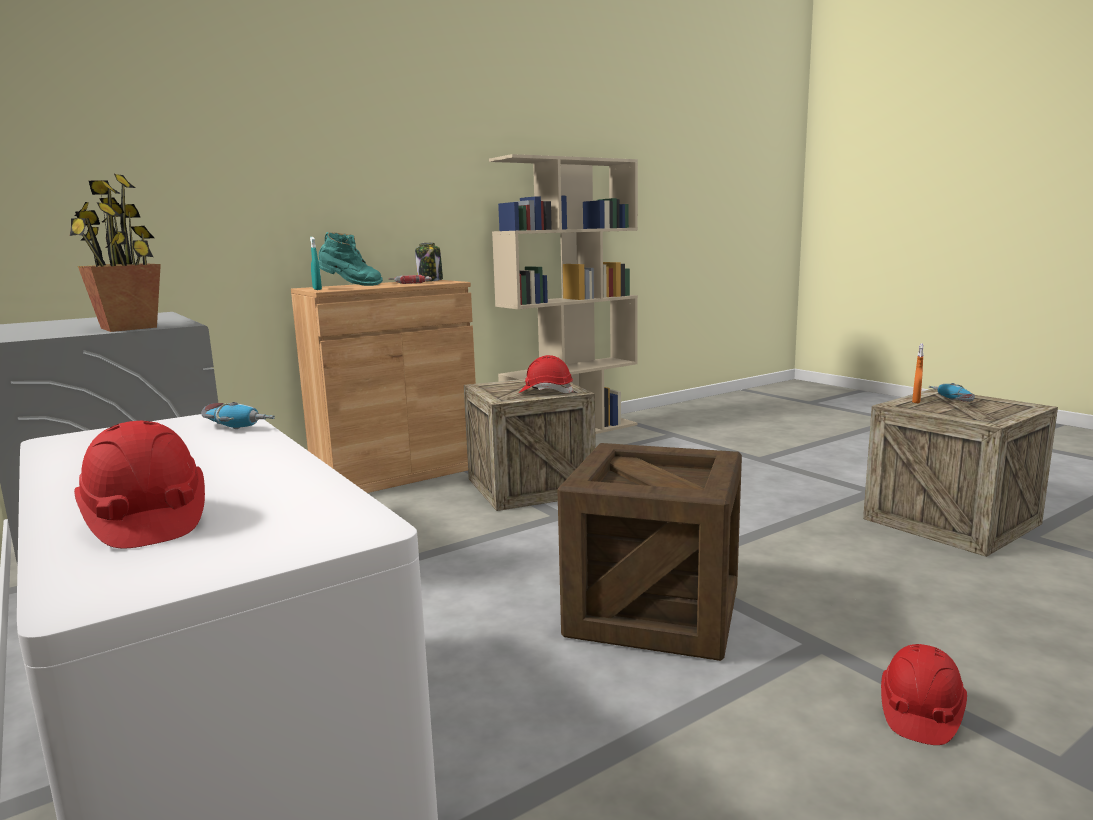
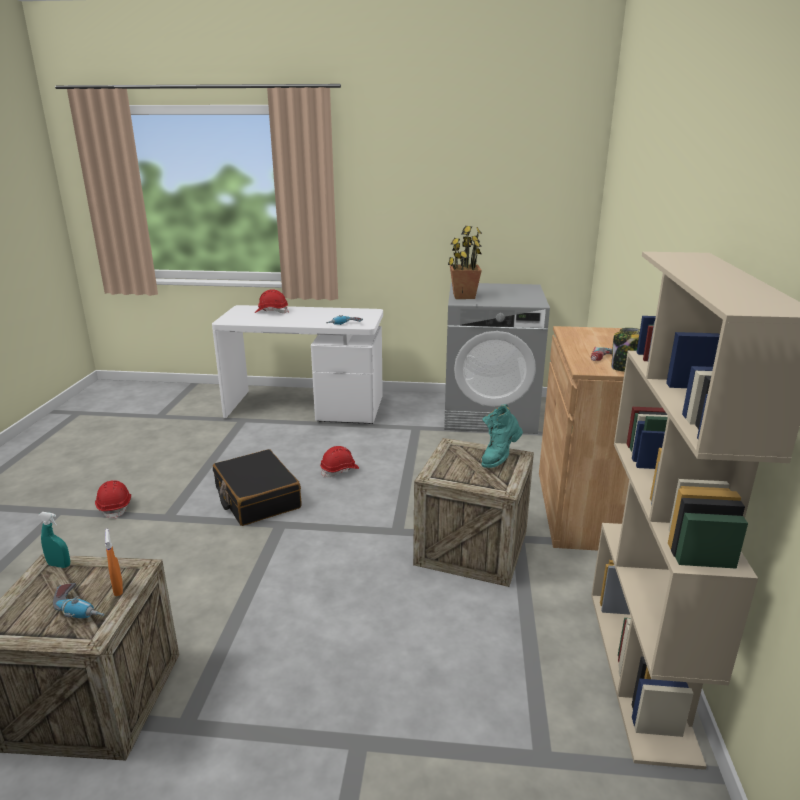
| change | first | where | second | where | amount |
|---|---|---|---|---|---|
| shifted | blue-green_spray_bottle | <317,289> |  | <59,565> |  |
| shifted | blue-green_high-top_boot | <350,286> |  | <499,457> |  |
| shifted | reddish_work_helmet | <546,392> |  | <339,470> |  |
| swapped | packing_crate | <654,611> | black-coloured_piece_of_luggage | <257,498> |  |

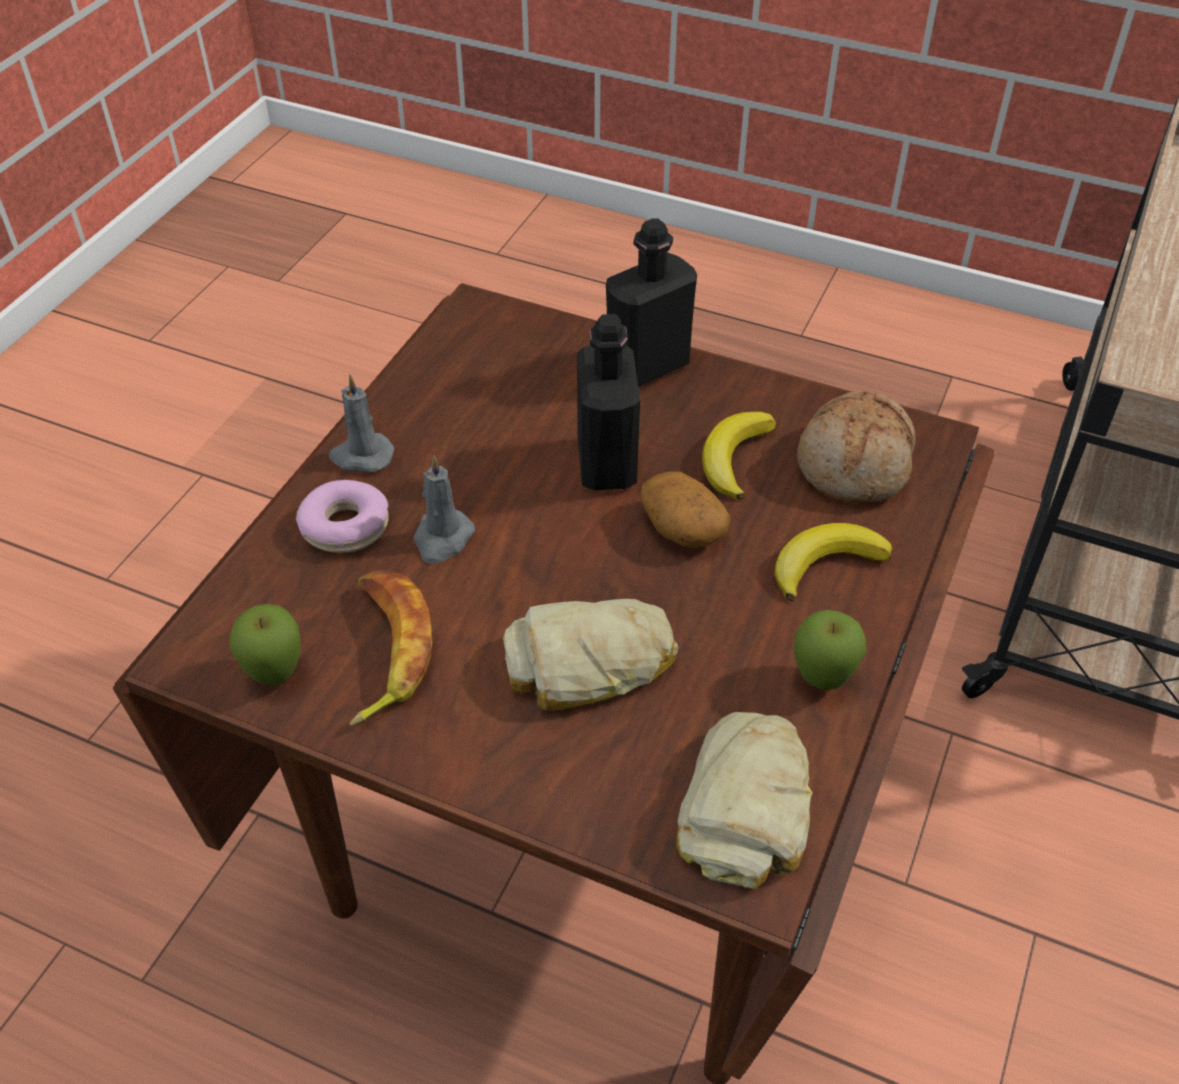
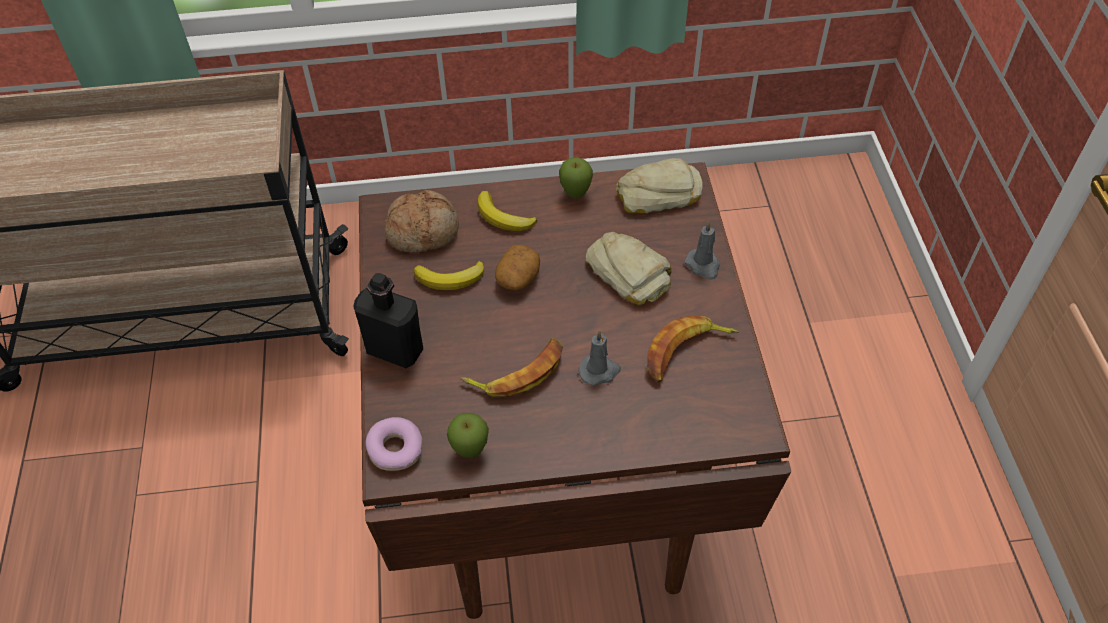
| change | first | where | second | where | amount |
|---|---|---|---|---|---|
| gone | black-coloured_bottle | <606,464> |  |  |  |
| new |  |  | banana | <518,372> |  |
| shifted | apple_fruit | <276,676> |  | <470,451> |  |
| shifted | ring_doughnut | <345,526> |  | <395,449> |  |
| shifted | grey_wax_light | <361,456> |  | <703,265> |  |

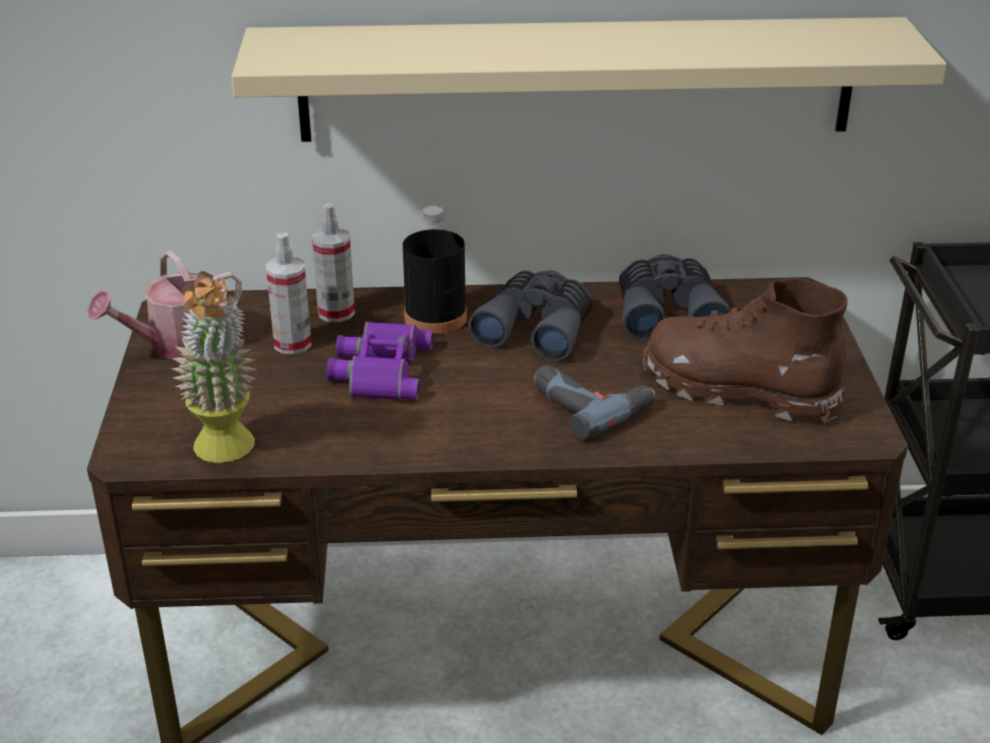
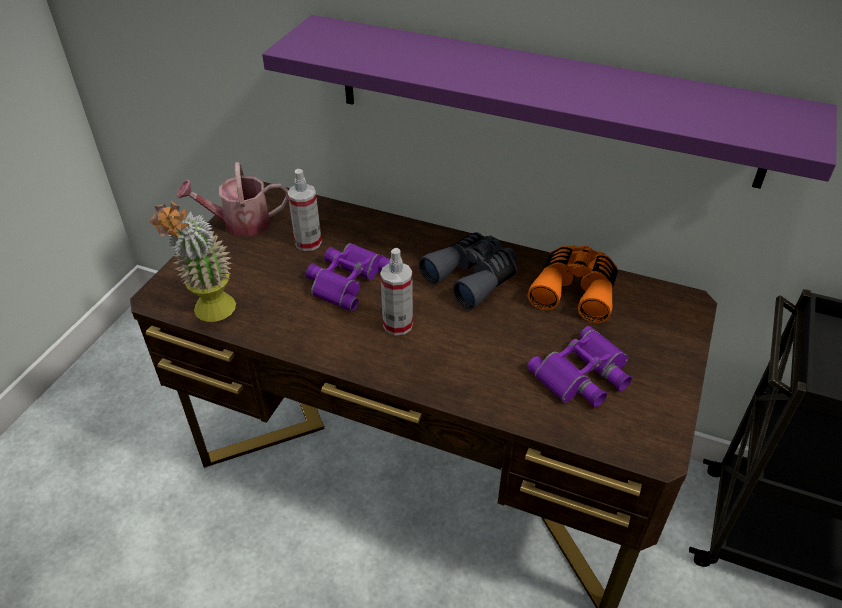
| change | first | where | second | where | amount |
|---|---|---|---|---|---|
| gone | black-coloured_bottle | <435,318> |  |  |  |
| gone | electric_drill | <590,403> |  |  |  |
| shifted | spray_bottle | <336,312> |  | <397,324> |  |
| swapped | brownish_high-top_boot | <739,389> | purple_pair_of_binoculars | <584,375> |  |
| repainted | sand-coloured_shelf | <577,79> | purple_shelf | <543,100> |  |
| repainted | grey_pair_of_binoculars | <667,311> | orange-coloured_pair_of_binoculars | <575,290> |  |

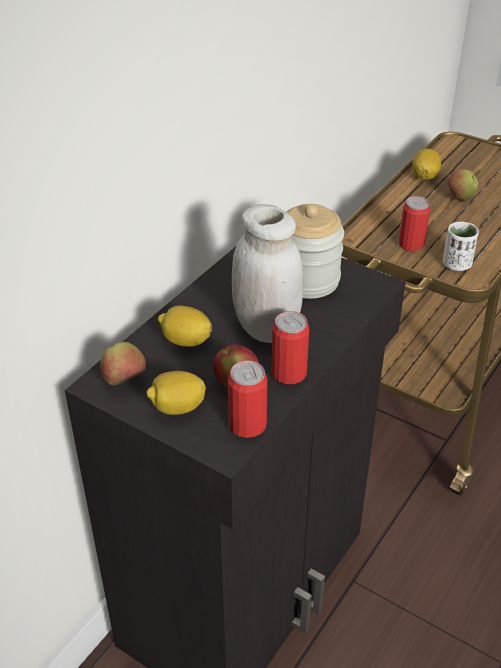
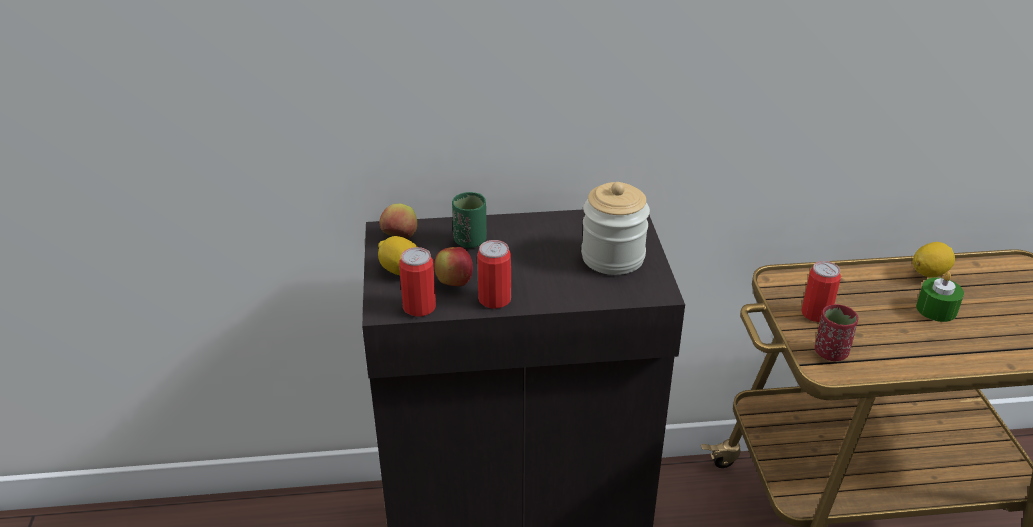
| change | first | where | second | where | amount |
|---|---|---|---|---|---|
| gone | white_storage_jar | <266,328> |  |  |  |
| swapped | citrus_fruit | <186,341> | green-coloured_cup | <470,241> |  |
| swapped | apple_fruit | <460,198> | green-coloured_wax_light | <936,309> |  |
| repainted | white_cup | <456,264> | reddish_cup | <830,352> |  |

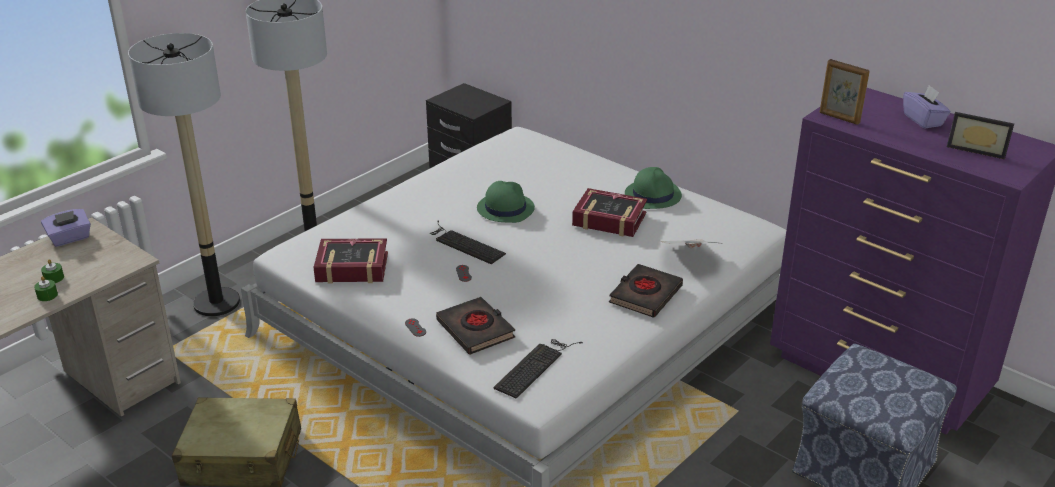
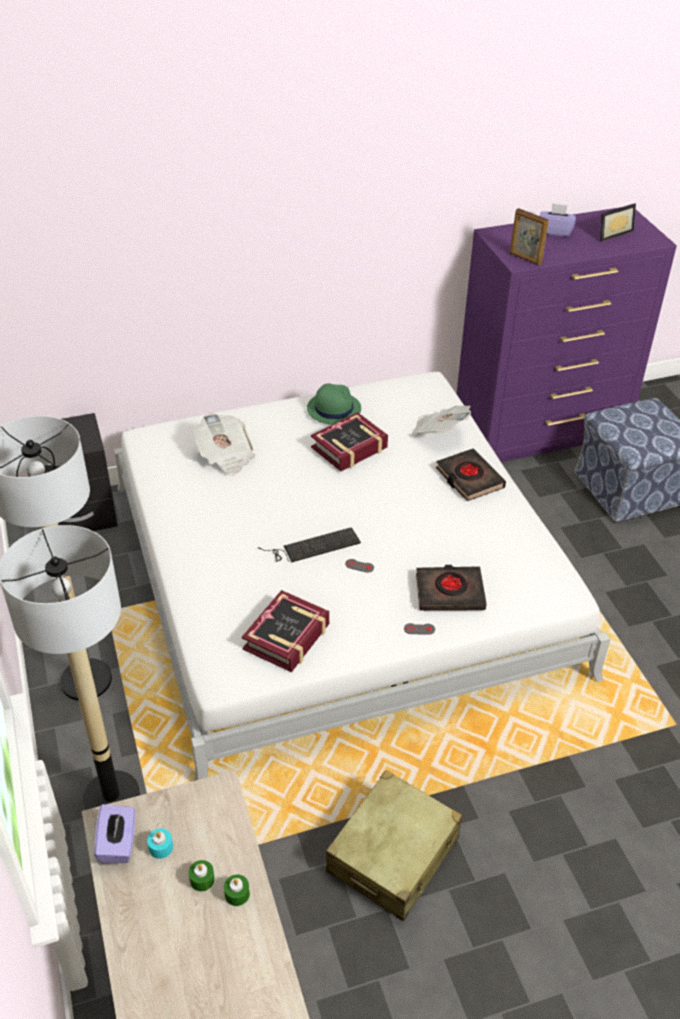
| change | first | where | second | where | amount |
|---|---|---|---|---|---|
| gone | green-coloured_wearable_hat | <505,208> |  |  |  |
| gone | computer_keyboard | <535,366> |  |  |  |
| new |  |  | blue-green_wax_light | <161,847> |  |
| new |  |  | printed_paper | <225,456> |  |
| rotated | standing_frame | <839,118> |  | <525,259> | 60 degrees clockwise |

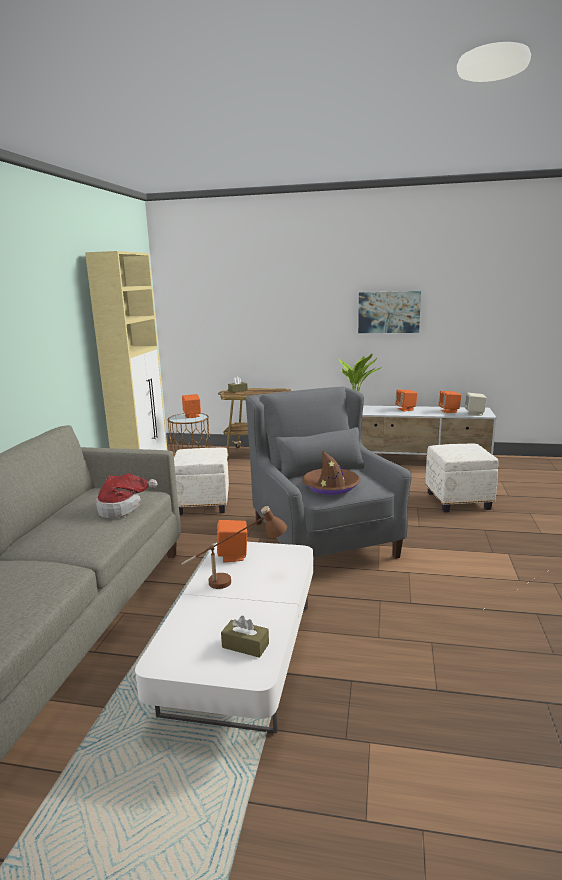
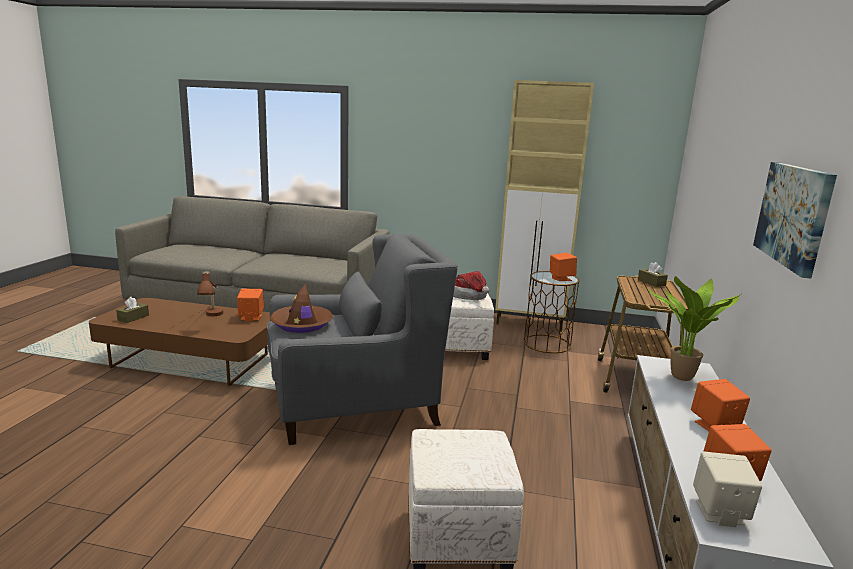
| change | first | where | second | where | amount |
|---|---|---|---|---|---|
| shifted | wearable_hat | <122,507> |  | <470,296> |  |
| repainted | white_coffee_table | <242,656> | brownish_coffee_table | <191,361> |  |

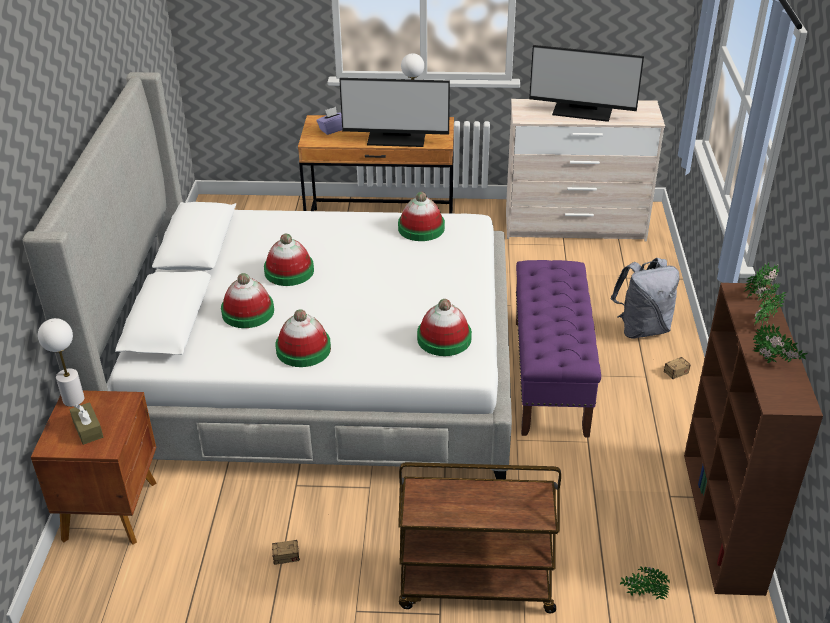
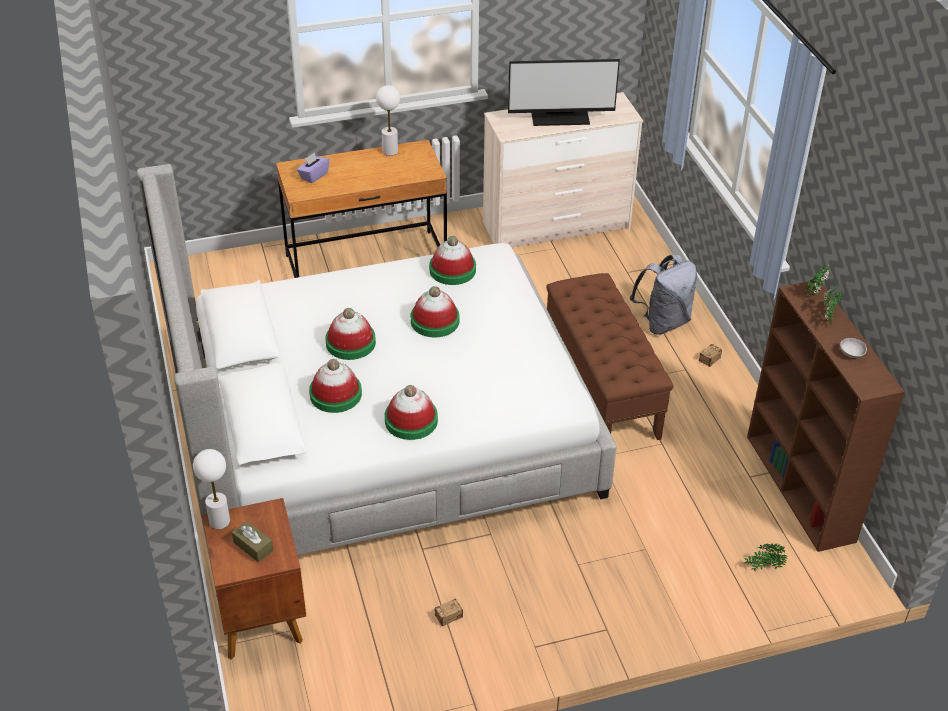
| change | first | where | second | where | amount |
|---|---|---|---|---|---|
| gone | computer_screen | <396,139> |  |  |  |
| gone | brownish_trolley | <475,586> |  |  |  |
| shifted | wearable_hat | <444,338> |  | <435,321> |  |
| swapped | plant_in_a_pot | <774,363> | grey_bowl | <851,353> |  |
| repainted | purple_long_seat | <549,375> | brownish_long_seat | <601,387> |  |

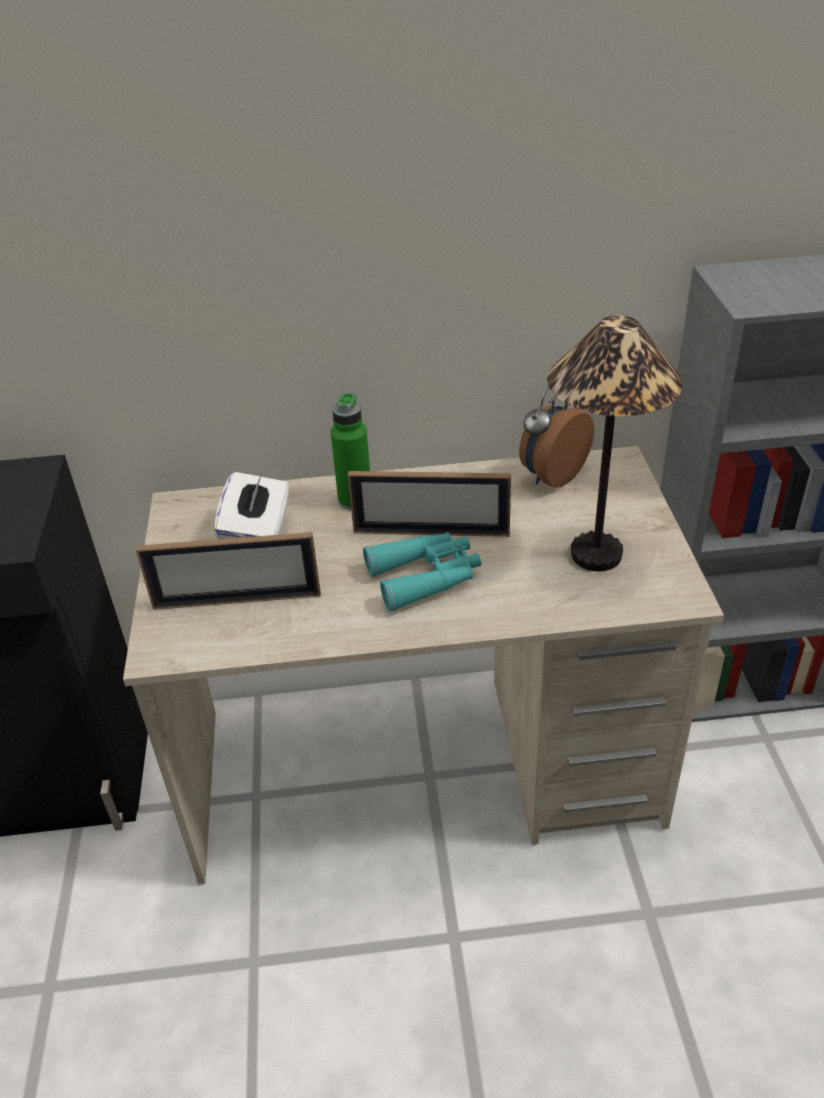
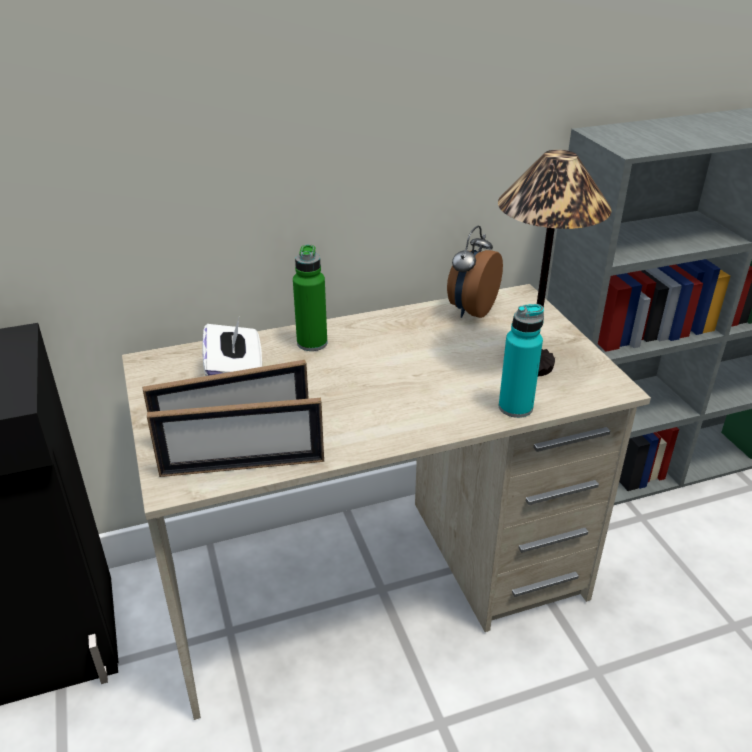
| change | first | where | second | where | amount |
|---|---|---|---|---|---|
| gone | blue-green_pair_of_binoculars | <425,577> |  |  |  |
| new |  |  | blue-green_bottle | <515,407> |  |
| shifted | standing_frame | <431,533> |  | <242,467> |  |

